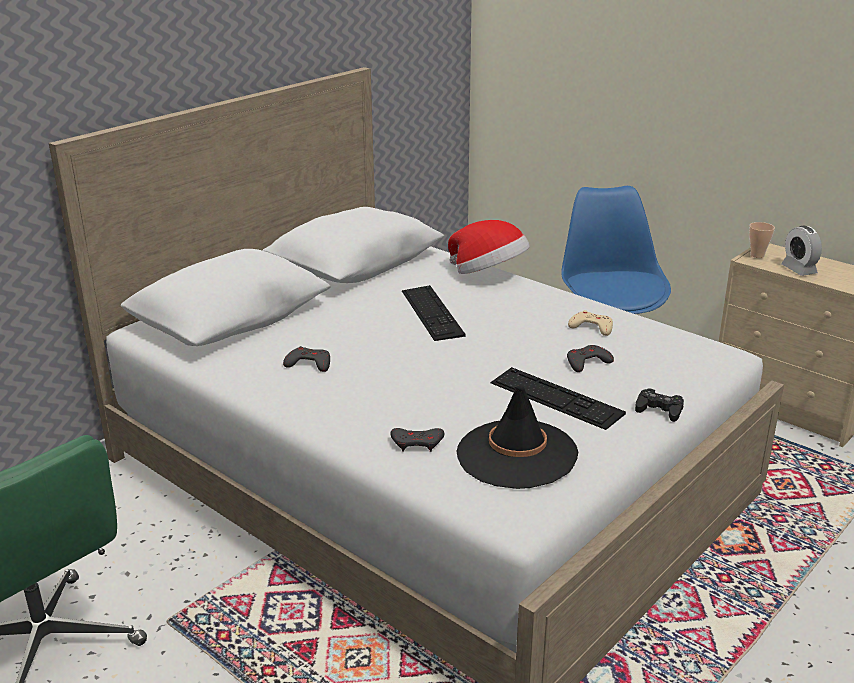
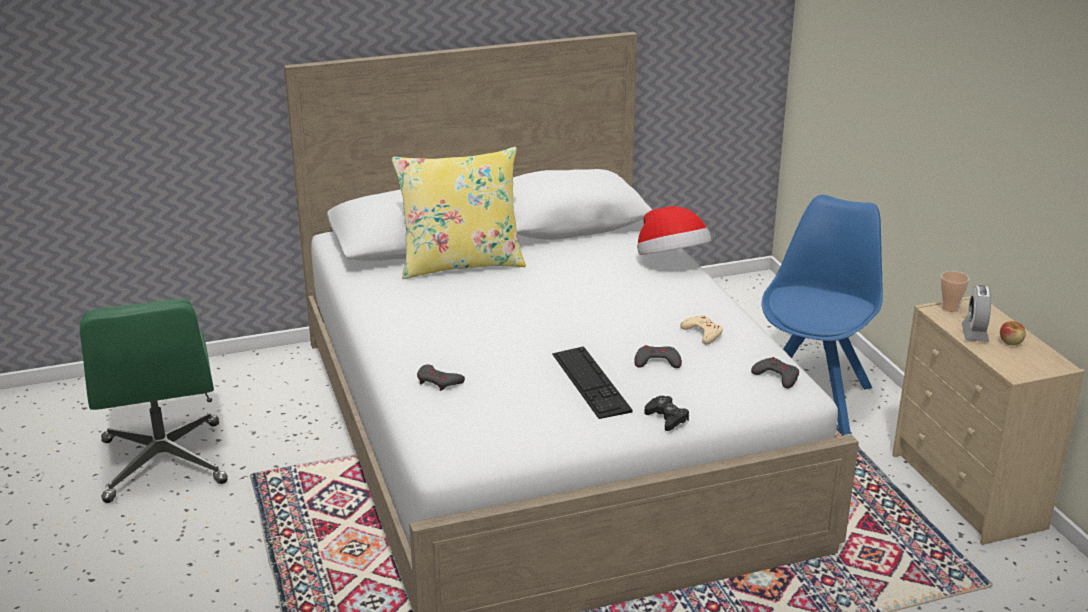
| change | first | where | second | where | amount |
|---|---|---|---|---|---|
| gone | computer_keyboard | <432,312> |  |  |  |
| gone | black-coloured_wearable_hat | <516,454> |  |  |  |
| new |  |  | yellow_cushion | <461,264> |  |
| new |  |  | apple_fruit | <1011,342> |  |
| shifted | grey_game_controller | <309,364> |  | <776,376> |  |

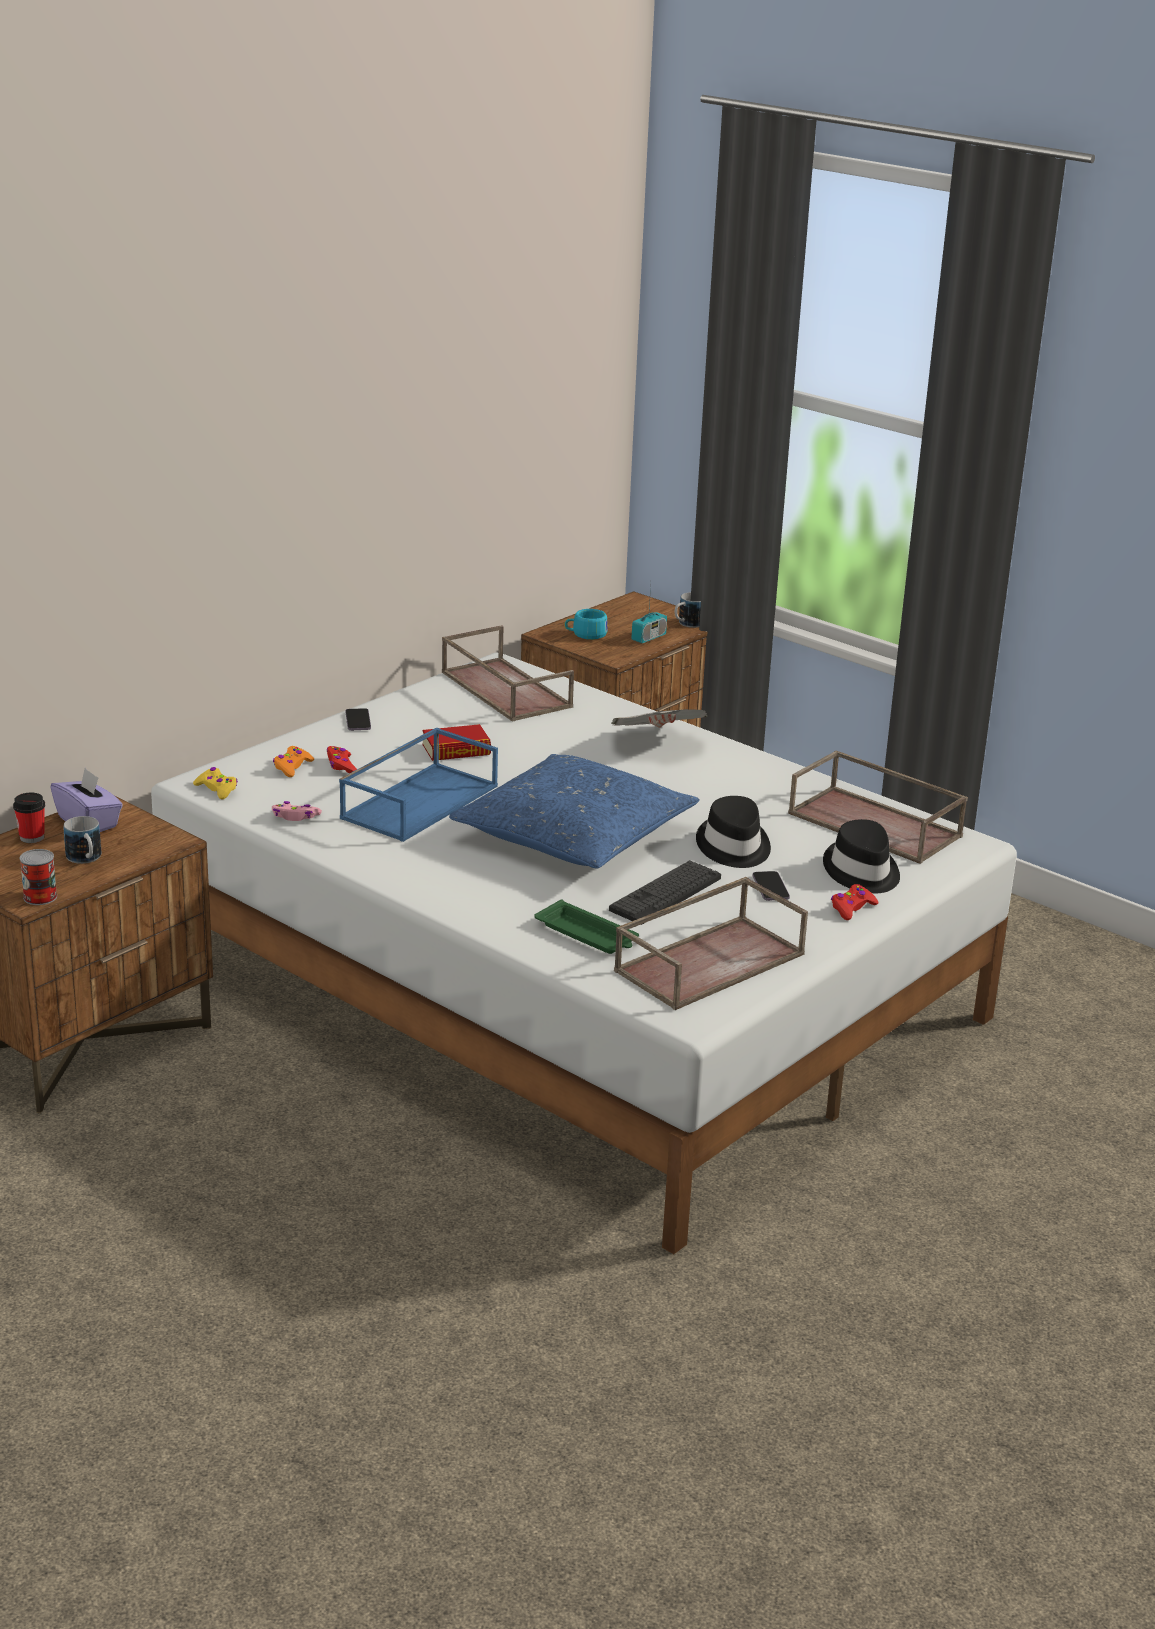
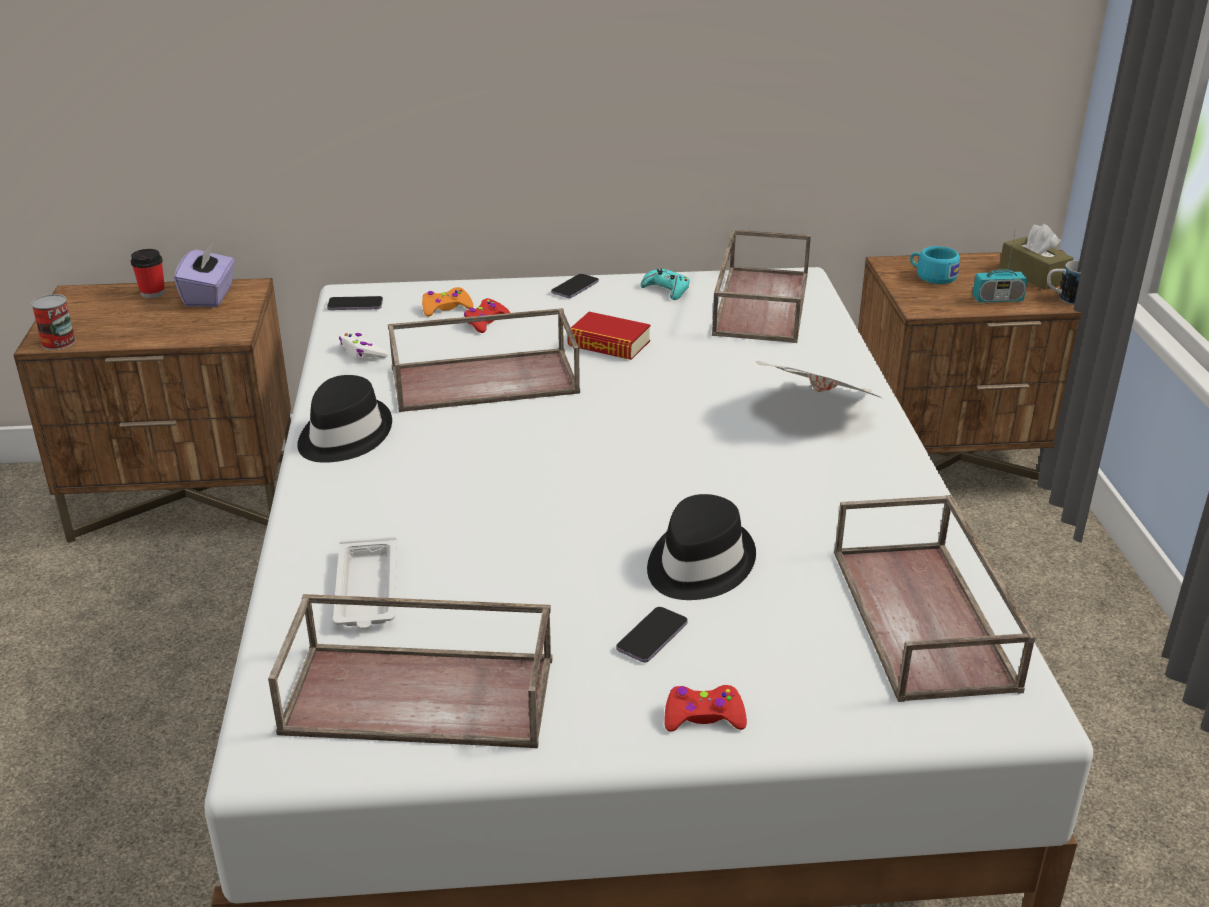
| change | first | where | second | where | amount |
|---|---|---|---|---|---|
| gone | mug | <86,859> |  |  |  |
| gone | bluish_cushion | <573,834> |  |  |  |
| gone | computer_keyboard | <665,894> |  |  |  |
| new |  |  | blue-green_game_controller | <666,290> |  |
| new |  |  | brownish_box_of_tissues | <1033,275> |  |
| shifted | black-coloured_wearable_hat | <861,872> |  | <343,435> |  |
| swapped | yellow_game_controller | <217,789> | handset | <355,305> |  |
| repainted | pink_game_controller | <295,817> | white_game_controller | <362,352> |  |
| repainted | bluish_tray | <419,801> | brownish_tray | <486,379> |  |
| repainted | green-coloured_tray | <588,935> | white_tray | <367,591> |  |

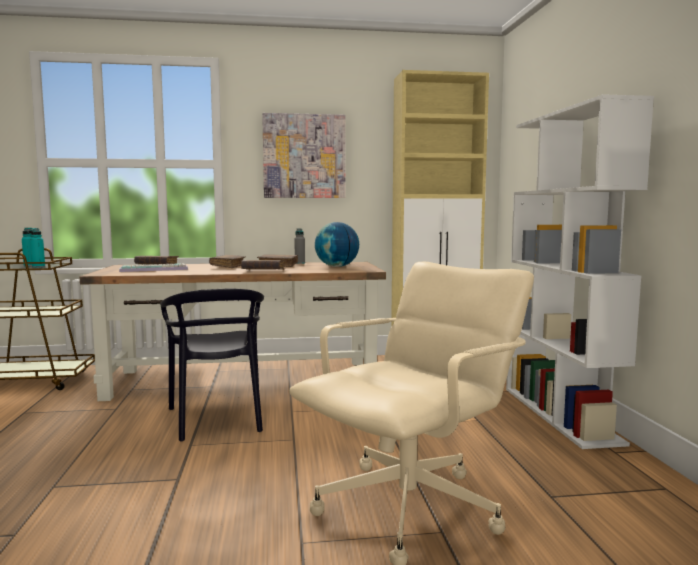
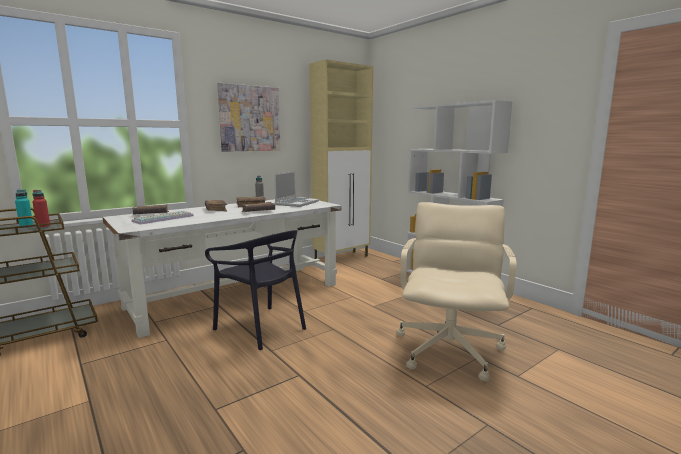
| change | first | where | second | where | amount |
|---|---|---|---|---|---|
| swapped | globe | <337,266> | laptop | <297,203> |  |
| repainted | blue-green_bottle | <38,267> | reddish_bottle | <43,227> |  |
| repainted | brownish_desk | <245,379> | white_desk | <237,295> |  |

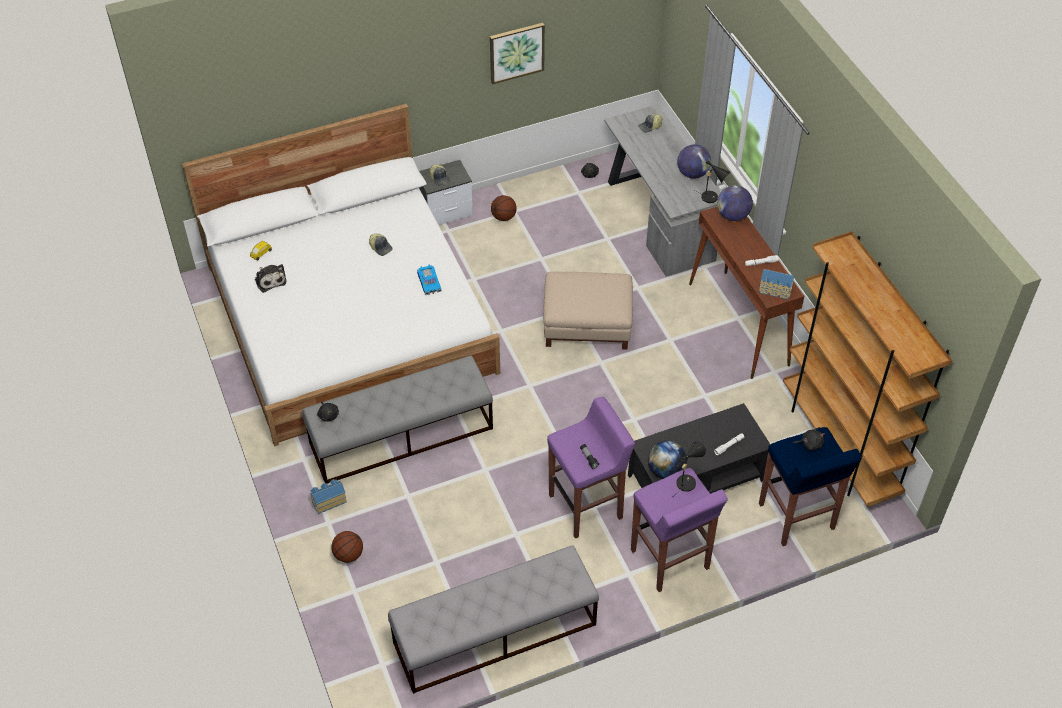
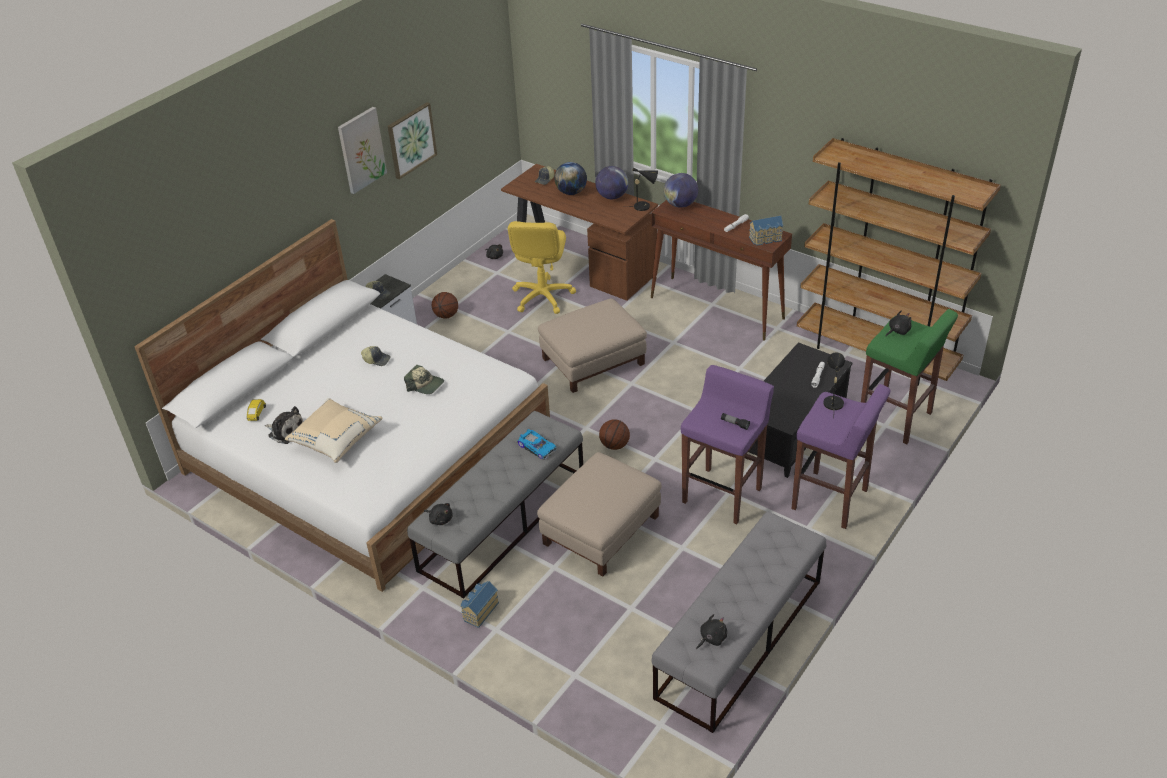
| change | first | where | second | where | amount |
|---|---|---|---|---|---|
| new |  |  | sand-coloured_cushion | <335,440> |  |
| new |  |  | wall_art | <361,150> |  |
| new |  |  | peaked_cap | <425,385> |  |
| new |  |  | yellow_computer_chair | <542,297> |  |
| new |  |  | sand-coloured_footrest | <600,529> |  |
| new |  |  | black-coloured_cuddly_toy | <711,638> |  |
| shifted | basketball_ball | <348,555> |  | <614,445> |  |
| shifted | miniature_car | <429,282> |  | <537,447> |  |
| shifted | globe | <665,471> |  | <571,192> |  |
| repainted | grey_desk | <658,218> | brownish_desk | <582,264> |  |
| repainted | bluish_stool | <796,517> | green-coloured_stool | <896,419> |  |

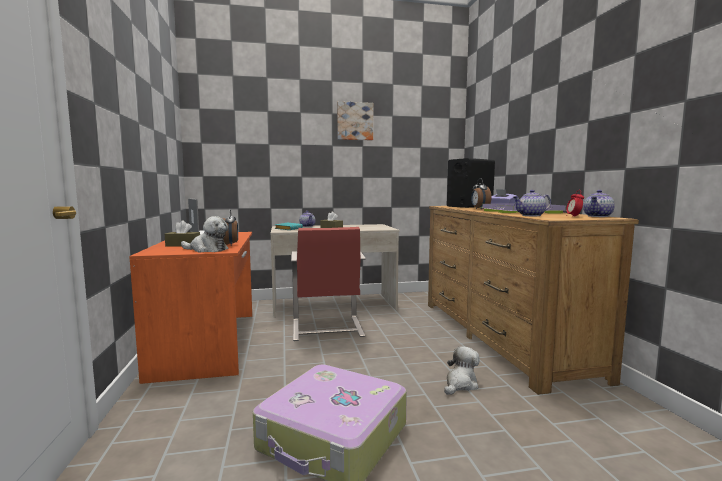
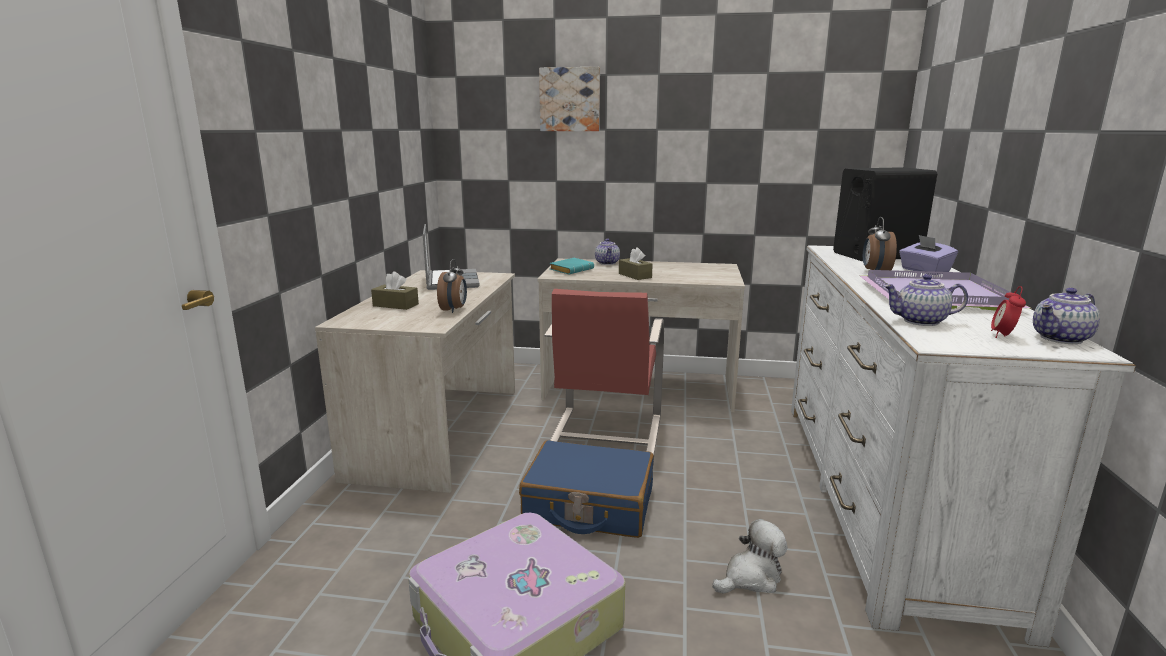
| change | first | where | second | where | amount |
|---|---|---|---|---|---|
| gone | cuddly_toy | <207,250> |  |  |  |
| new |  |  | bluish_piece_of_luggage | <589,505> |  |
| shifted | wall_art | <354,121> |  | <570,99> |  |
| repainted | orange-coloured_desk | <209,342> | sand-coloured_desk | <440,431> |  |
| repainted | brownish_chest_of_drawers | <499,335> | white_chest_of_drawers | <882,494> |  |

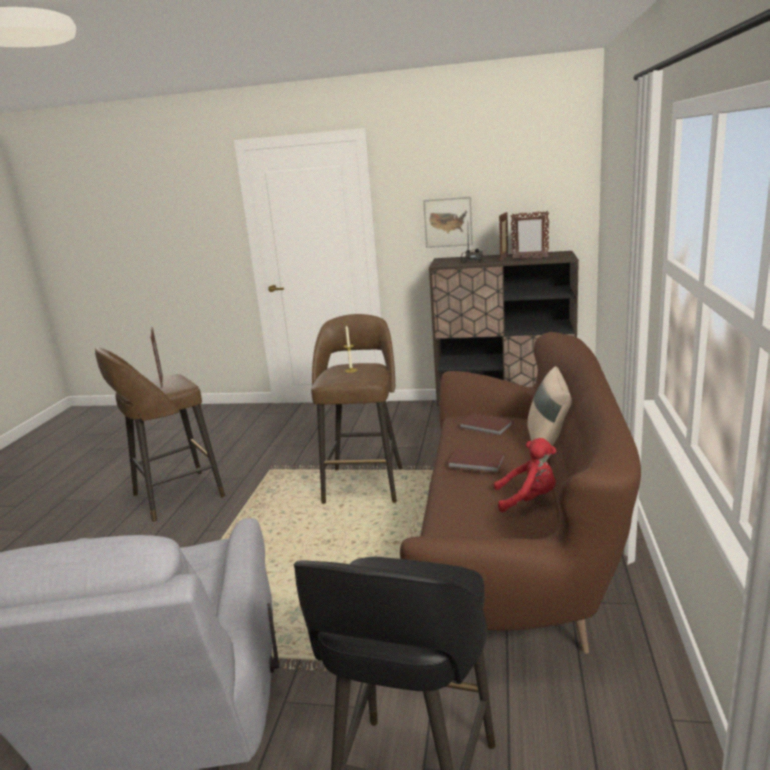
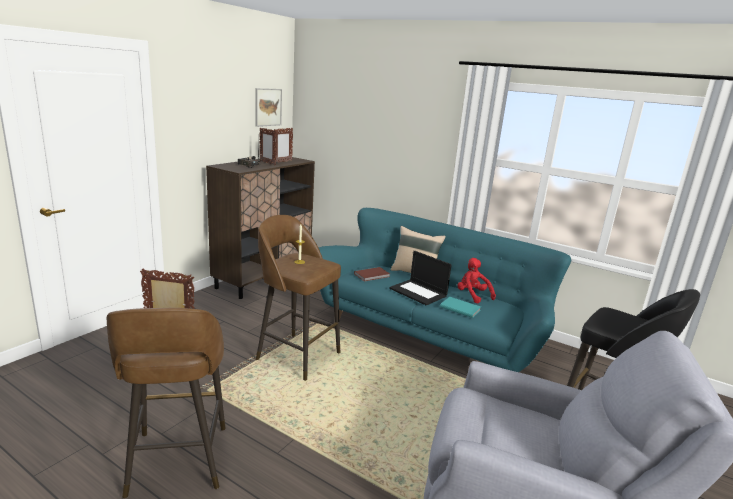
| change | first | where | second | where | amount |
|---|---|---|---|---|---|
| new |  |  | blue-green_volume | <460,308> |  |
| shifted | wall_art | <448,222> |  | <268,107> |  |
| swapped | brownish_volume | <476,463> | laptop | <419,292> |  |
| repainted | brownish_settee | <516,548> | blue-green_settee | <429,336> |  |
| rotated | reddish_cuddly_toy | <528,499> |  | <472,295> | 60 degrees counterclockwise |

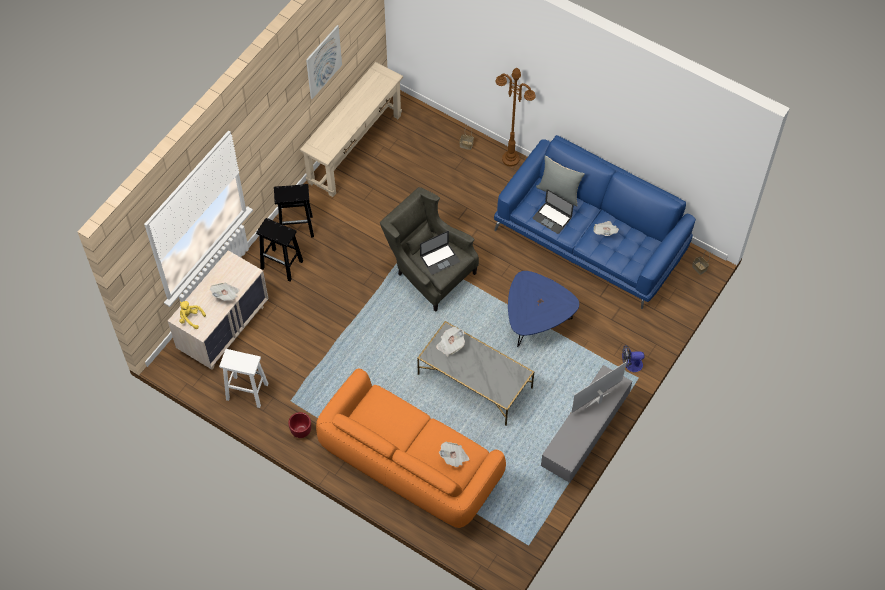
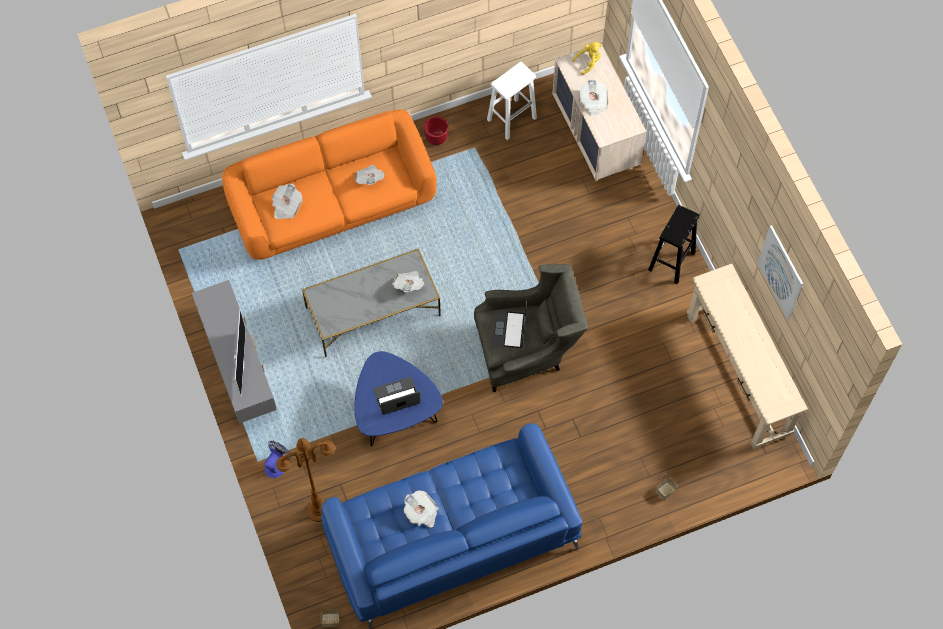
| change | first | where | second | where | amount |
|---|---|---|---|---|---|
| gone | black-coloured_stool | <282,265> |  |  |  |
| gone | grey_cushion | <559,192> |  |  |  |
| new |  |  | printed_paper | <369,179> |  |
| shifted | brownish_standard_lamp | <511,159> |  | <318,511> |  |
| shifted | laptop | <552,218> |  | <397,396> |  |

